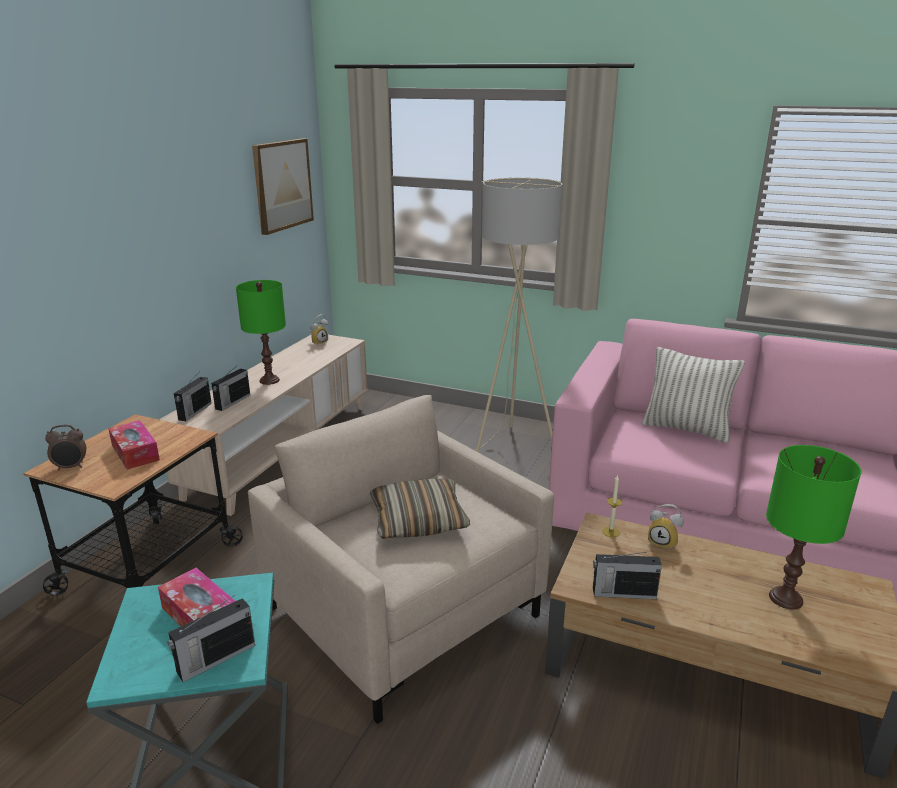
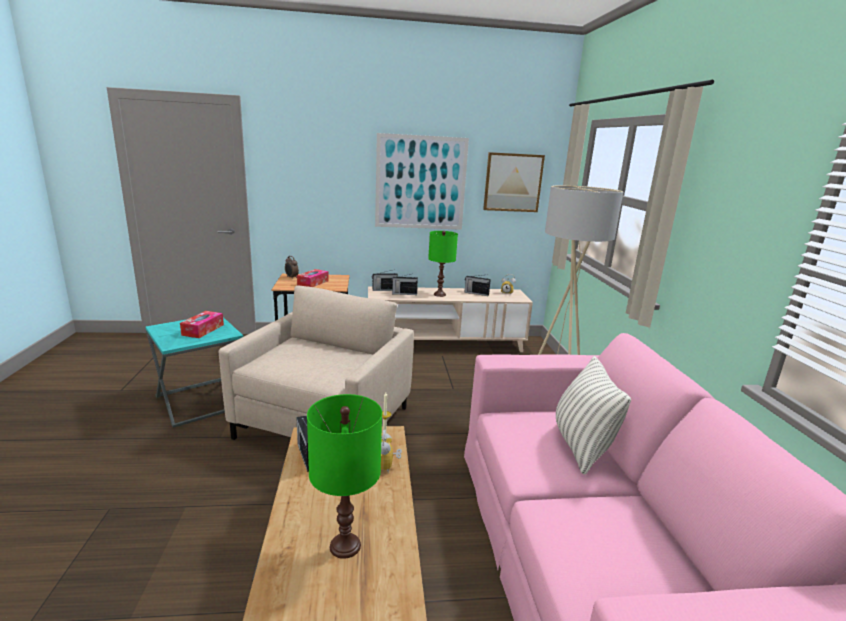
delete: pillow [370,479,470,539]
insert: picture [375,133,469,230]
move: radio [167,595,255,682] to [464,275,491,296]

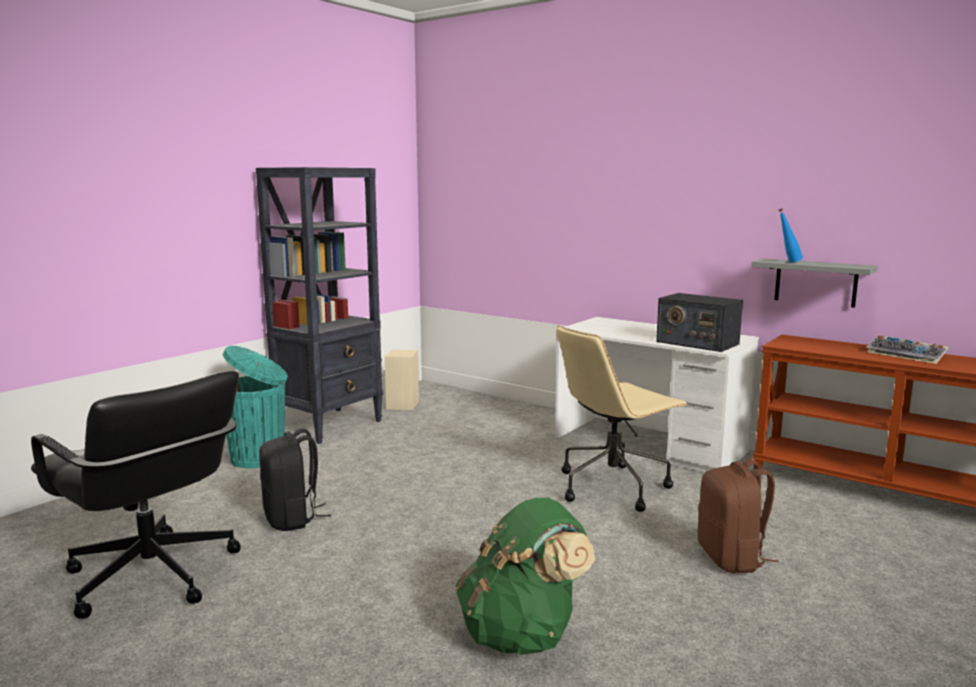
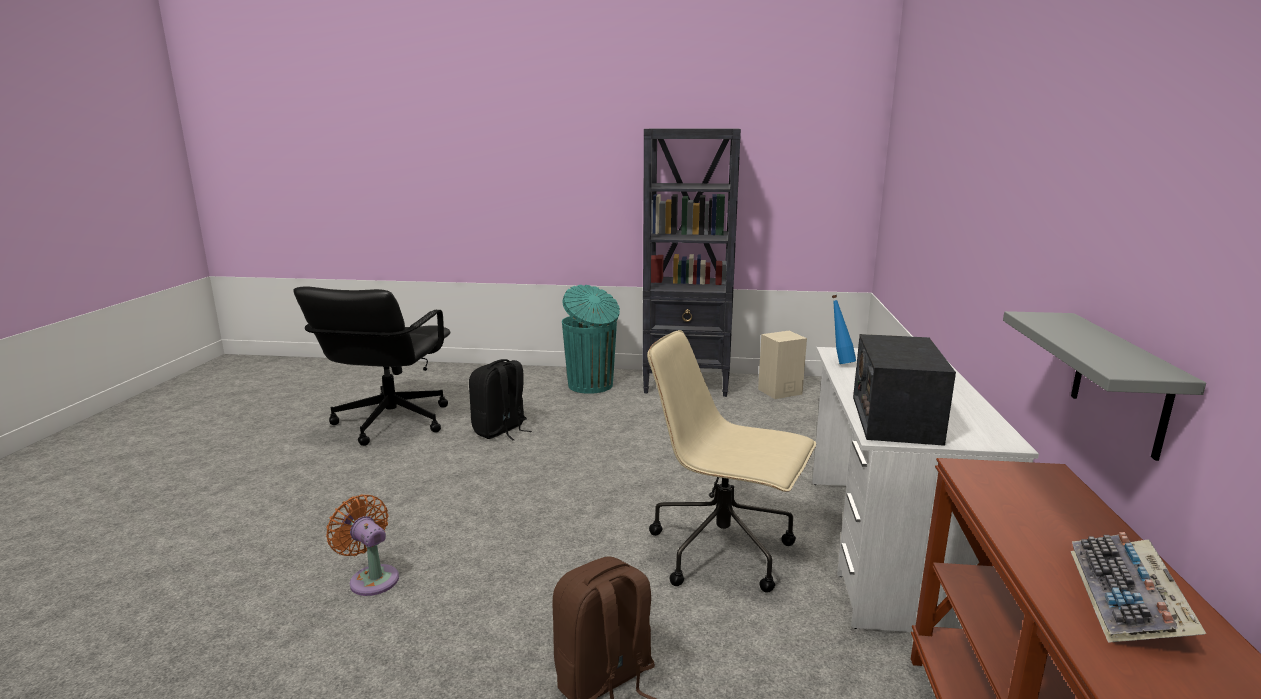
move: bottle (blue) [779,208,803,263] to [832,295,856,364]
replace: backpack (green) [456,498,595,655] to fan (orange) [326,494,399,596]

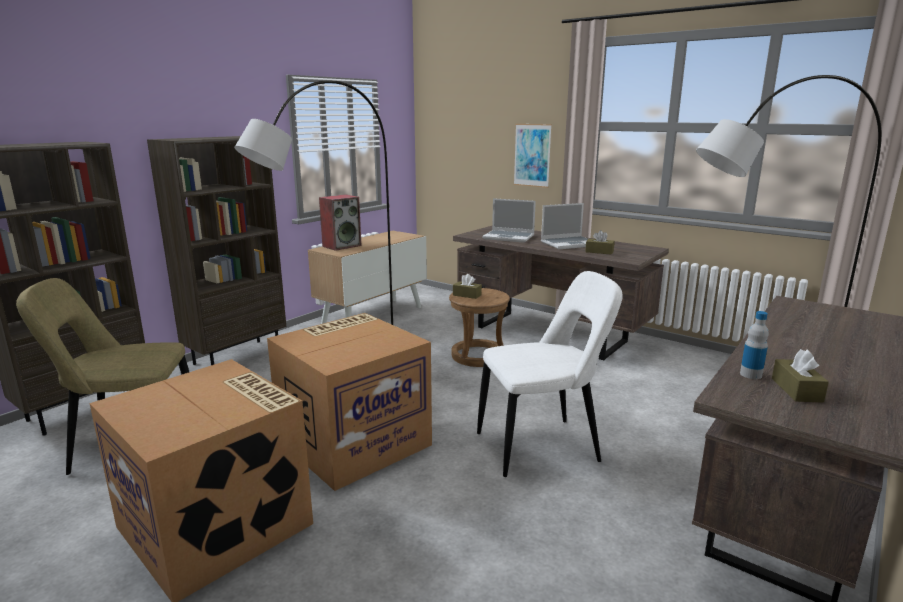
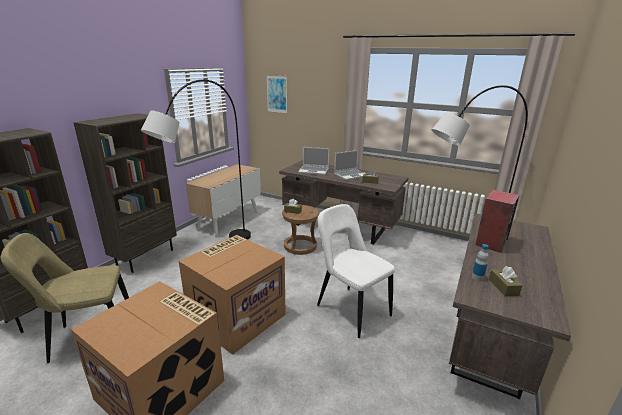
move: speaker [319,194,362,251] to [475,190,520,253]; picture [514,124,552,188] to [266,75,287,114]
rotate: chair (white) [477,271,623,477] = [317,204,395,338] 105 degrees counterclockwise

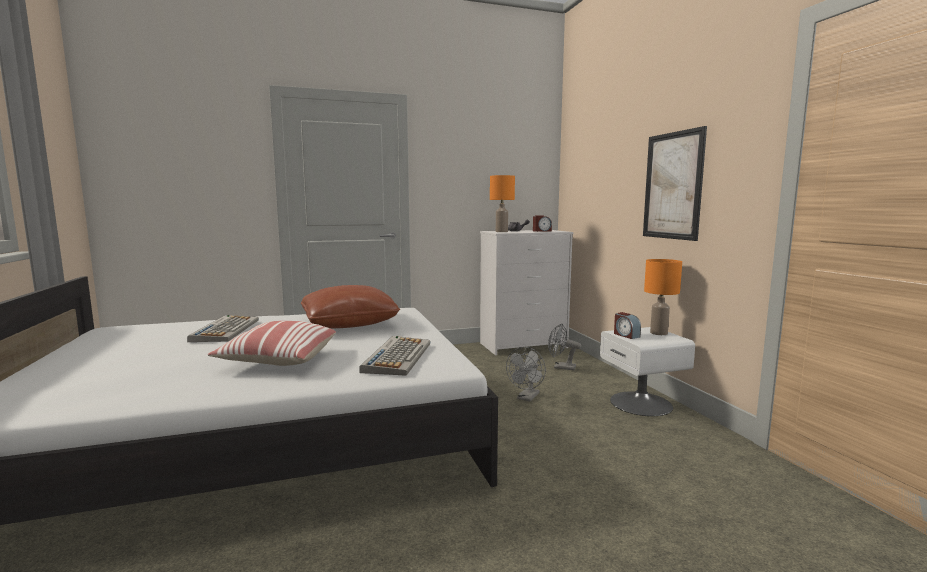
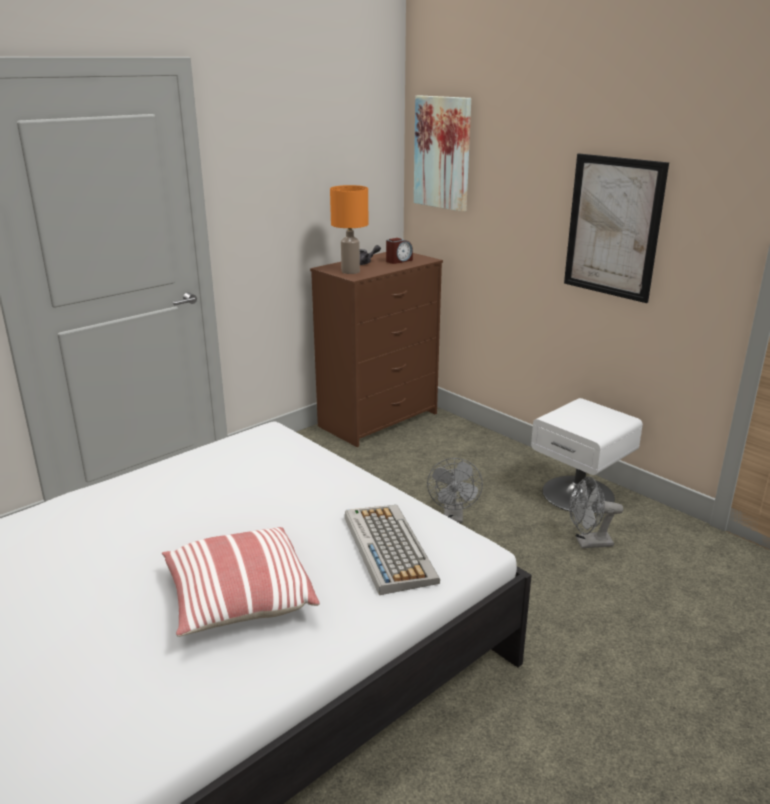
delete: keyboard [187,315,259,342]; pillow (brown) [301,285,400,328]; alarm clock [614,312,641,339]; table lamp (orange) [644,259,682,335]
insert: picture [414,95,471,212]
move: fan (grey) [548,323,581,370] to [569,476,623,548]
recolor: dresser (white) [480,230,573,355] to dresser (brown) [310,252,443,447]

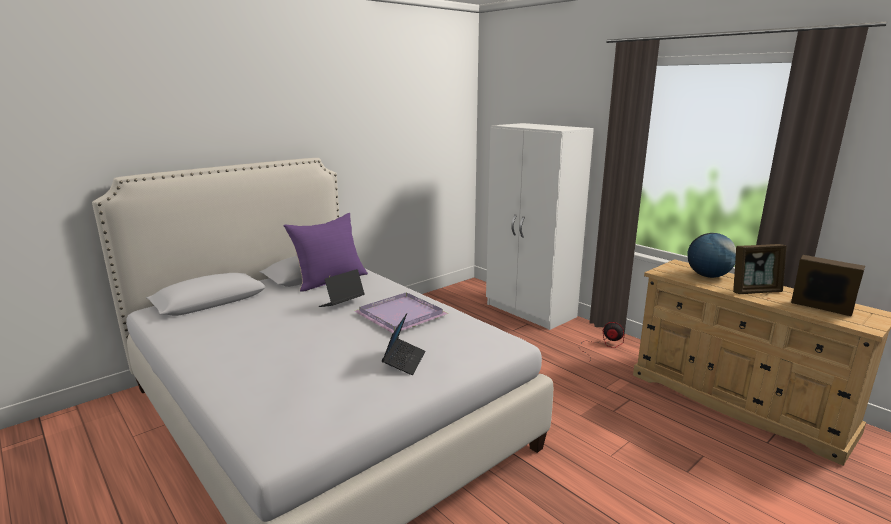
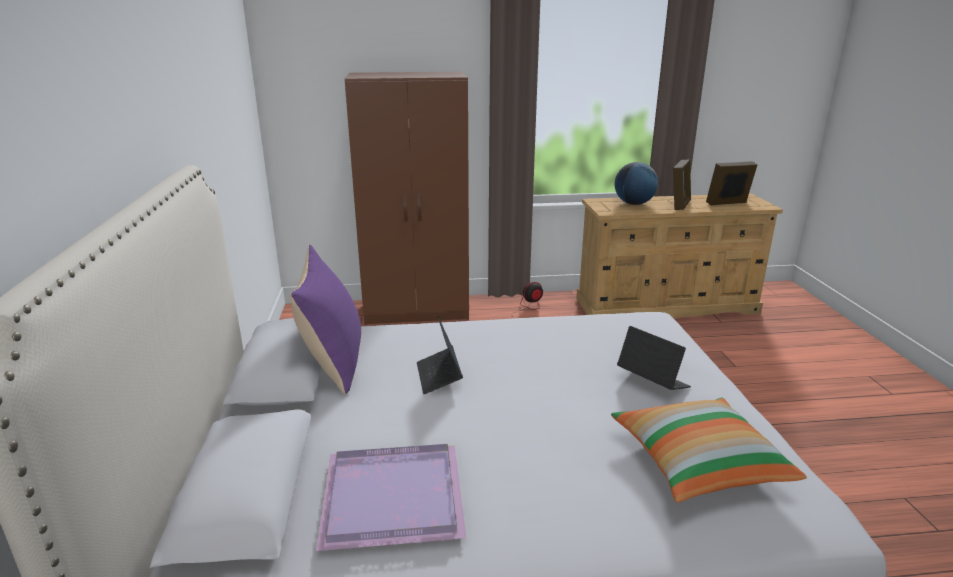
insert: pillow [611,397,807,502]
move: tray (purple) [354,292,449,333] to [316,444,466,551]
recolor: wardrobe (white) [486,123,594,330] to wardrobe (brown) [345,72,469,325]

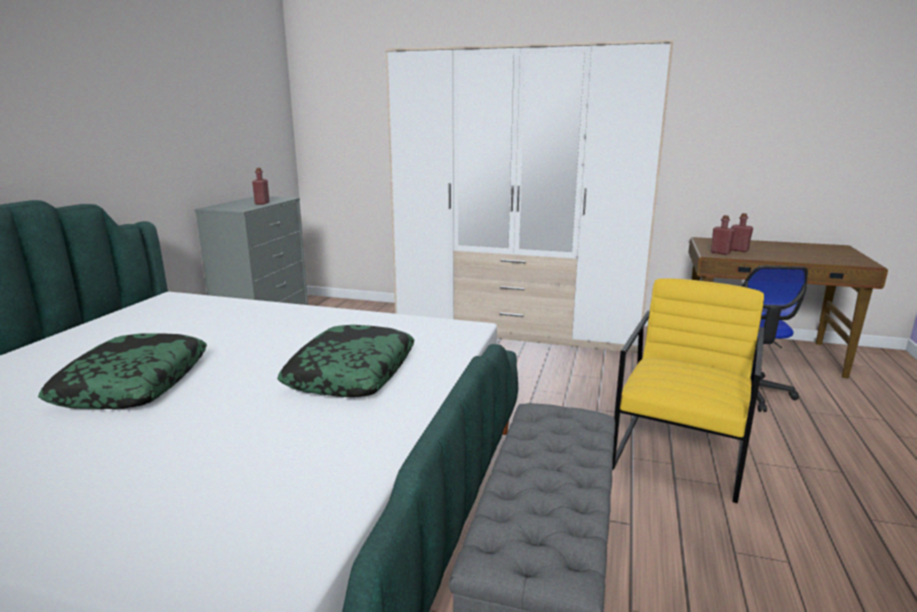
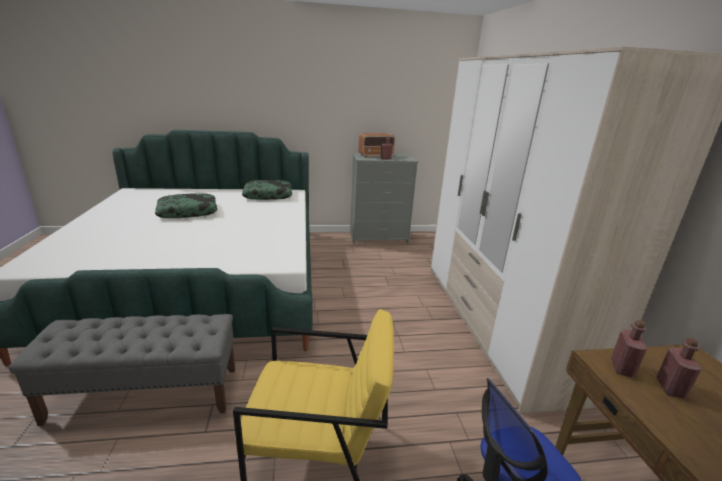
insert: radio [358,133,395,157]
move: pillow [277,325,415,397] to [242,180,292,200]

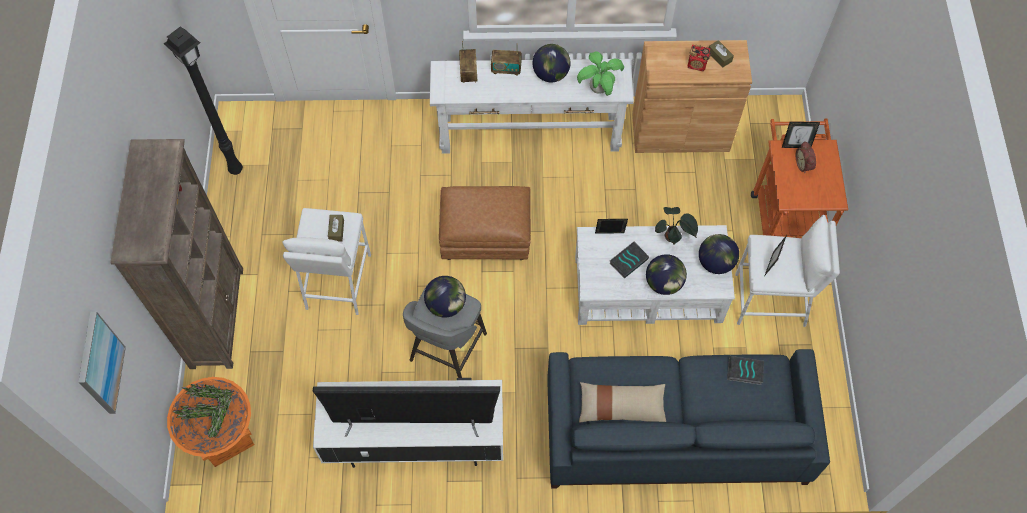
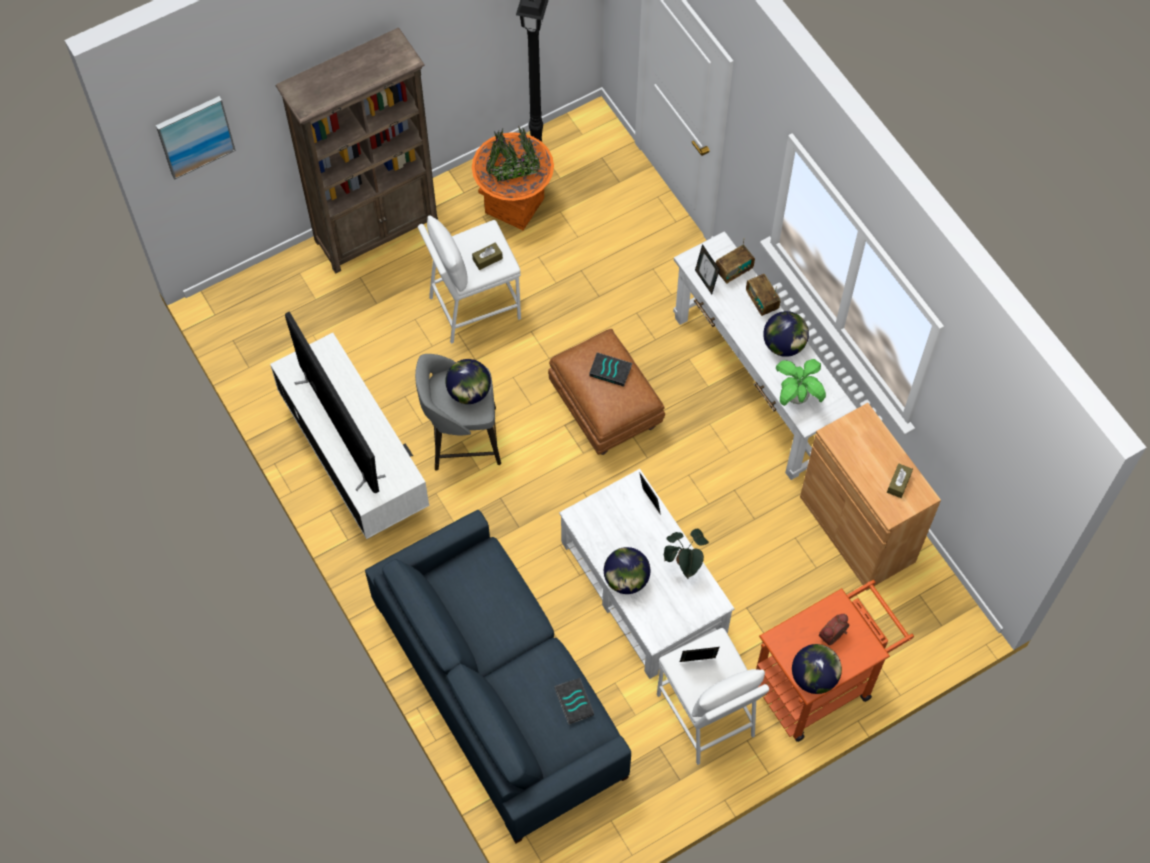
delete: pillow (beige) [579,382,666,423]; radio [688,45,711,71]
move: planter (orange) [167,377,254,467] to [472,126,554,230]; book [610,241,649,278] to [589,352,632,387]; globe [699,234,739,274] to [792,644,842,694]; picture frame [782,122,820,148] to [695,244,720,295]

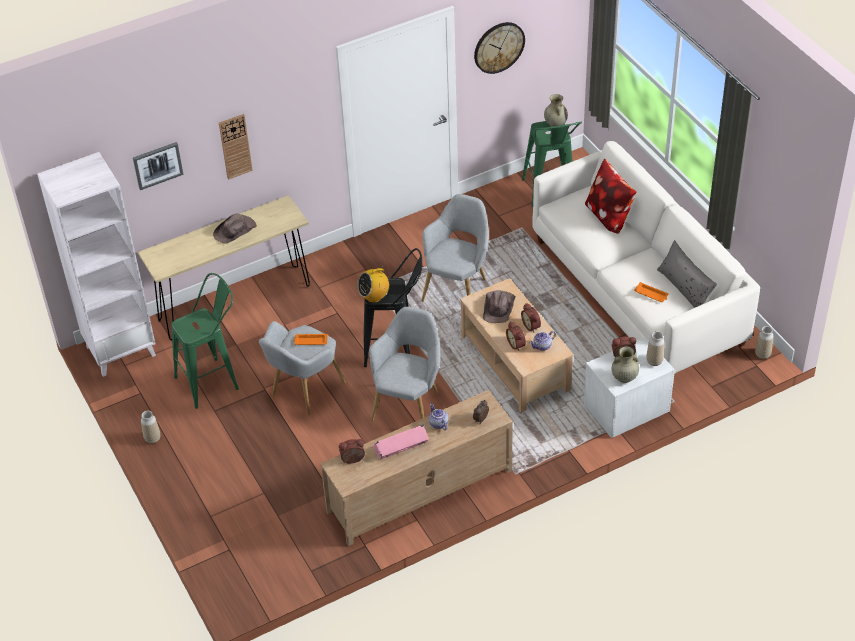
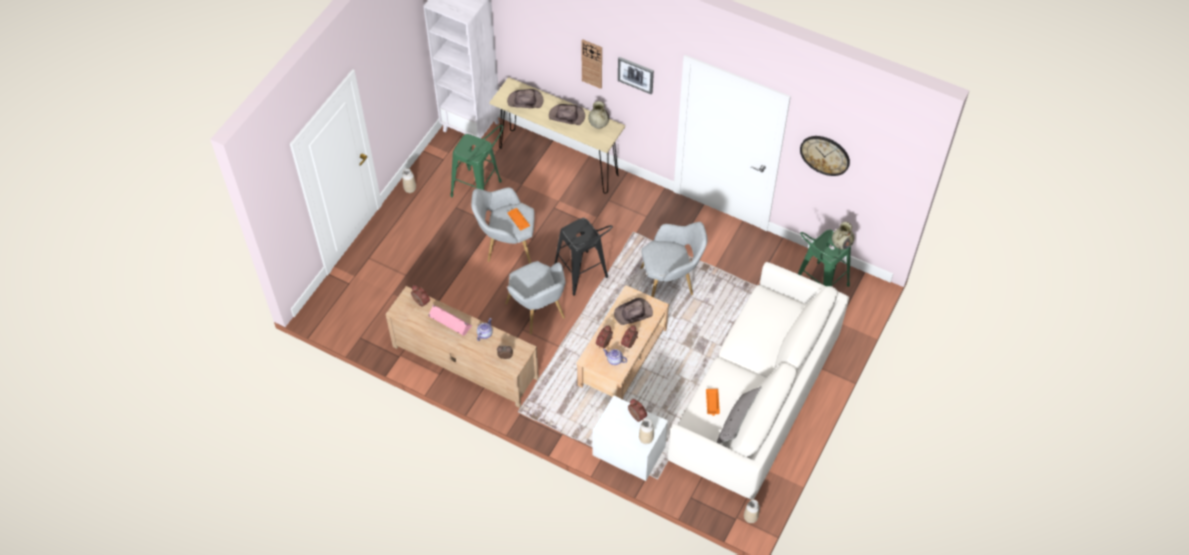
delete: radio [357,267,389,303]; pillow [585,159,637,234]
insert: hat (brown) [507,89,544,108]
move: picture [133,142,184,190] to [618,57,654,94]; vase (beige) [612,347,639,383] to [588,101,609,129]
rotate: armchair (grey) [369,307,440,422] = [505,261,565,335] 75 degrees clockwise

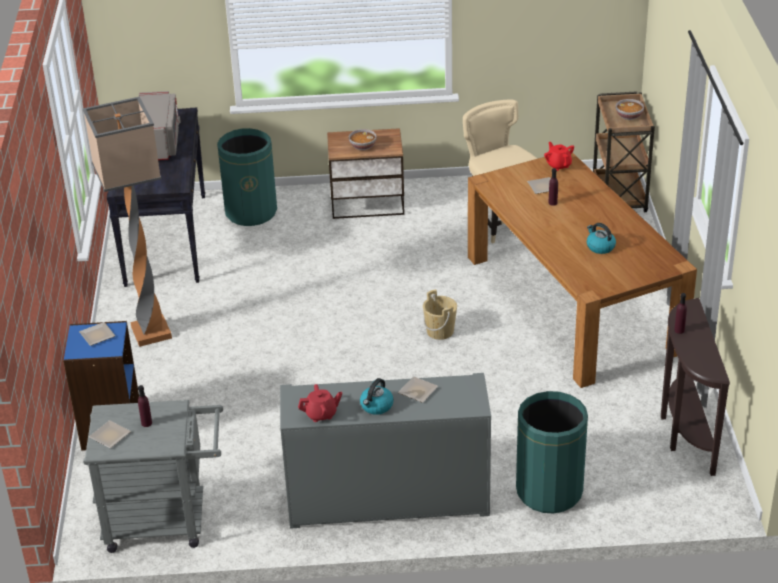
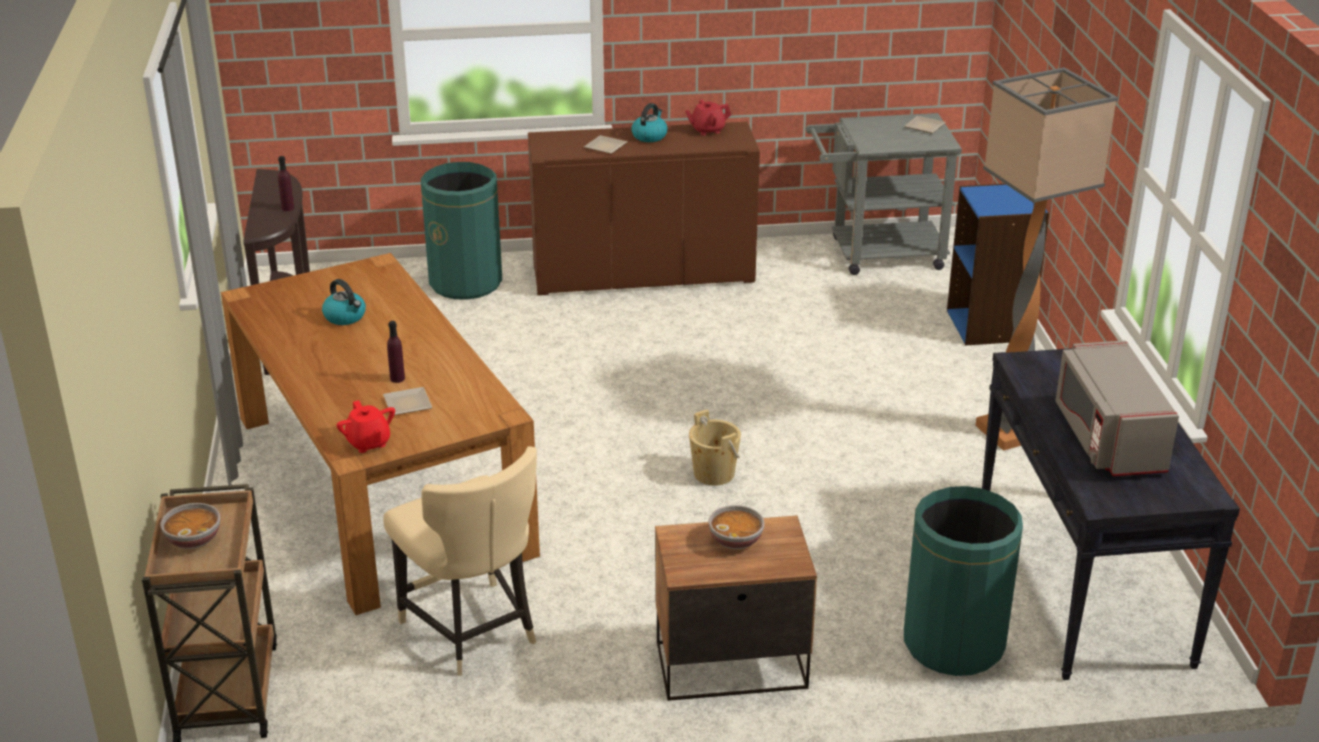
delete: plate [79,322,115,346]; bottle (purple) [138,385,152,427]
move: bucket (beige) [423,289,457,340] to [689,410,741,486]
recolor: cabinet (grey) [280,373,491,529] to cabinet (brown) [528,122,760,295]

